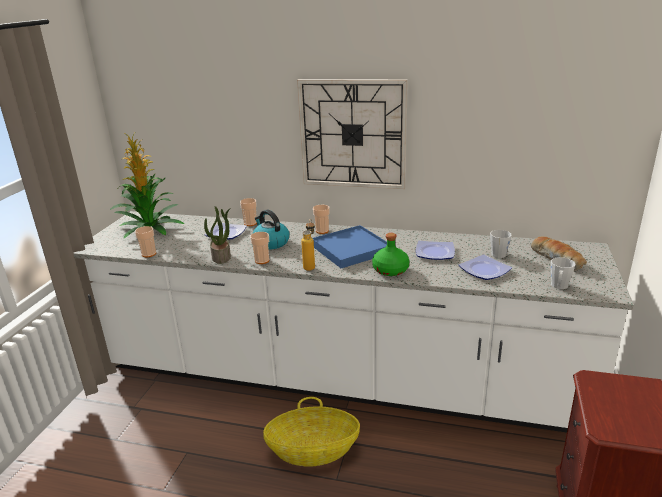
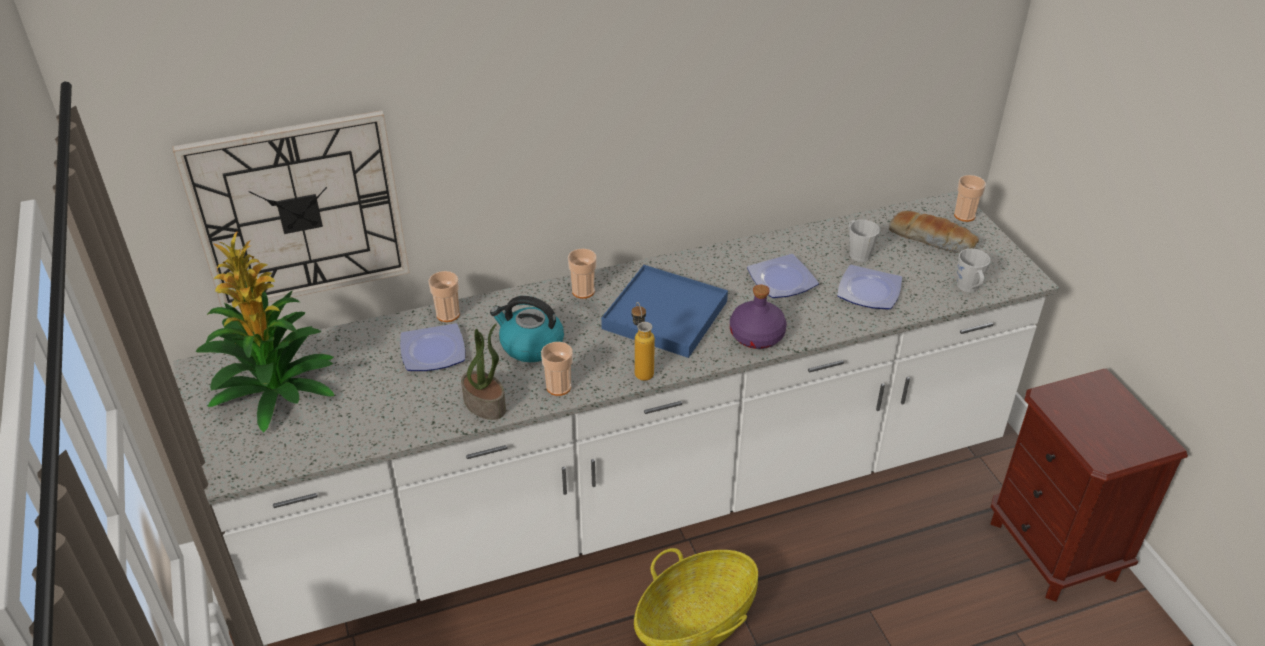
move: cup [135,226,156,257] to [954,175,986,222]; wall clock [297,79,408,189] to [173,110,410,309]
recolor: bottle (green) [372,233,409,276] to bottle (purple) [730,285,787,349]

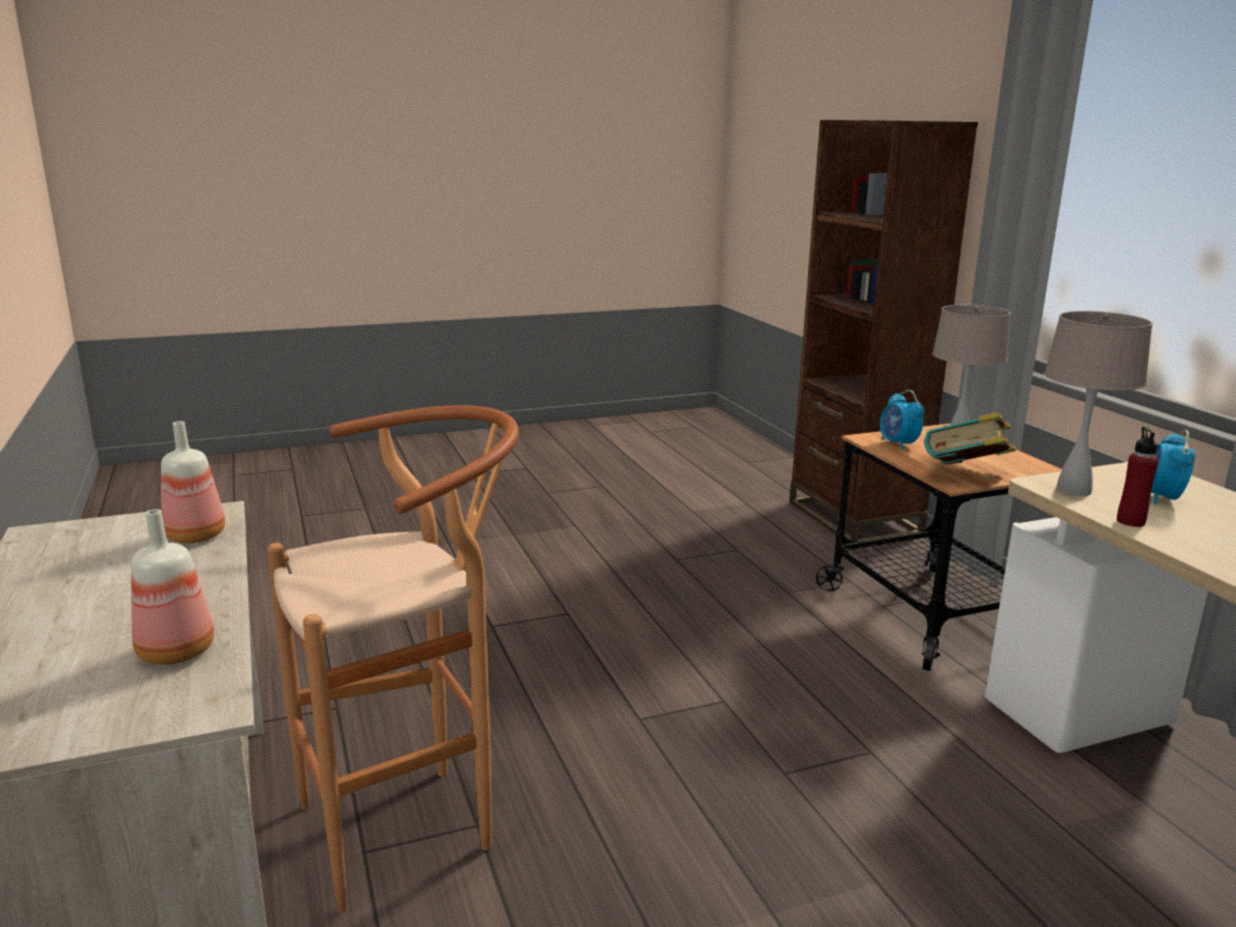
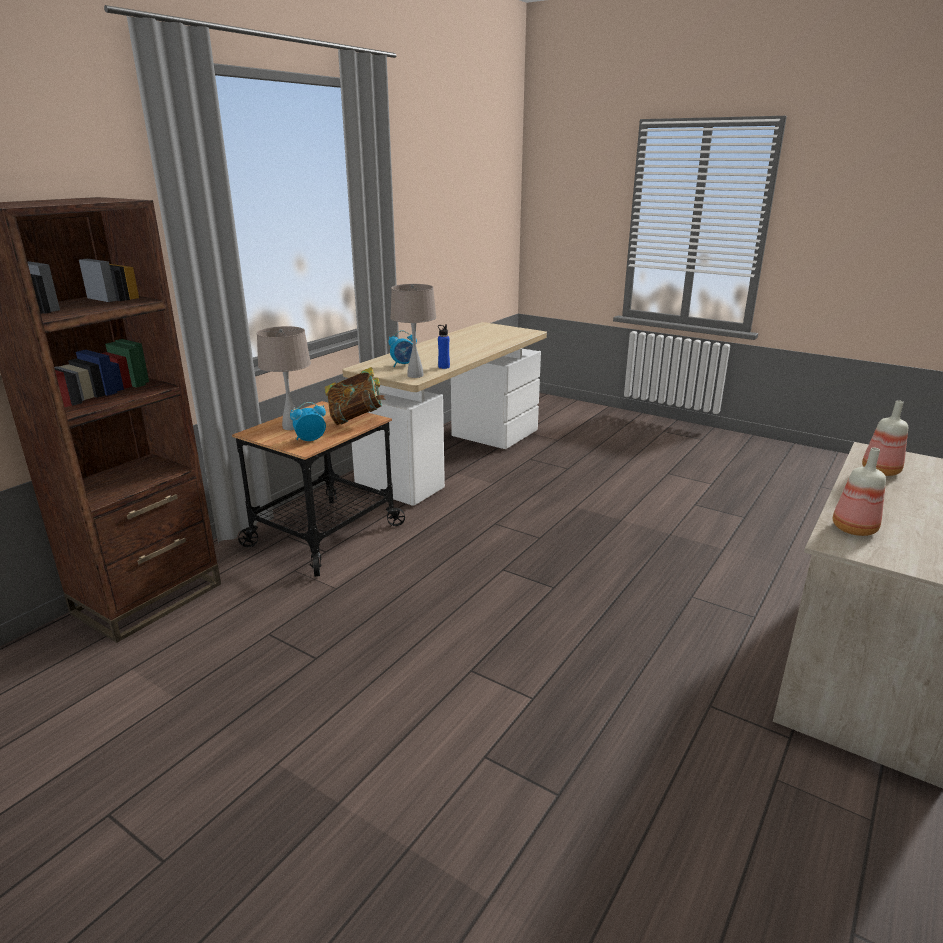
delete: stool (brown) [267,405,519,913]
recolor: bottle (red) [1117,427,1159,527] to bottle (blue) [438,324,450,369]
rotate: alarm clock [880,390,924,450] = [290,402,326,441] 150 degrees counterclockwise

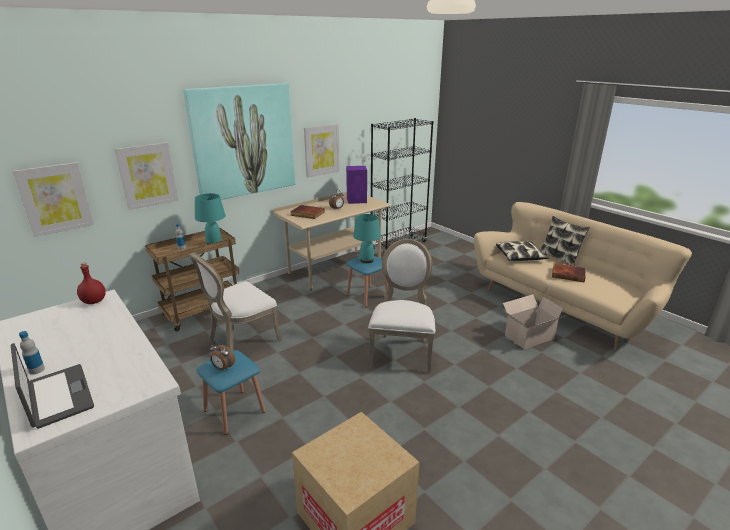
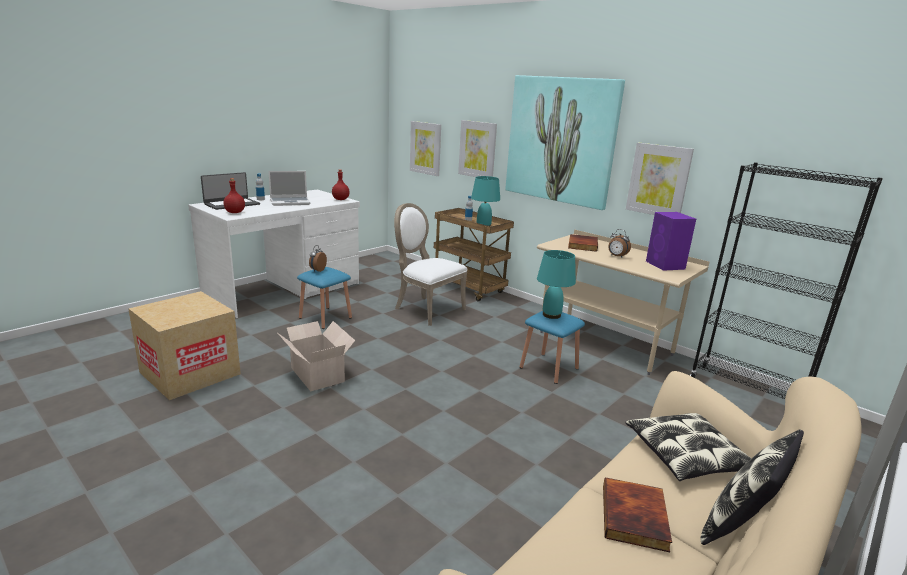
delete: chair (white) [368,239,435,373]
insert: bottle (red) [223,178,245,213]; laptop [268,171,311,206]
move: cardboard box [503,294,567,349] to [278,321,355,391]

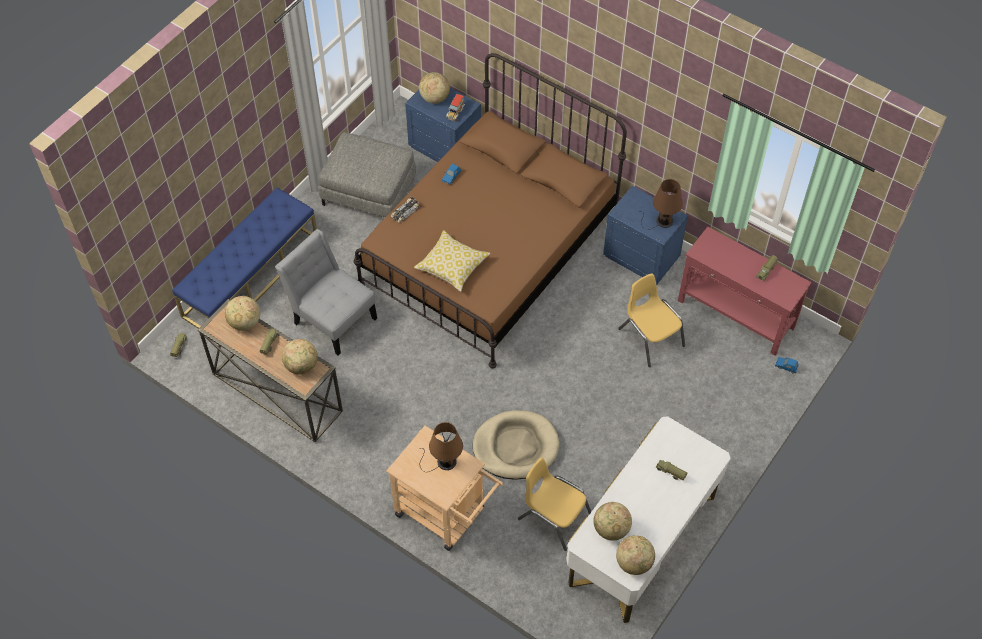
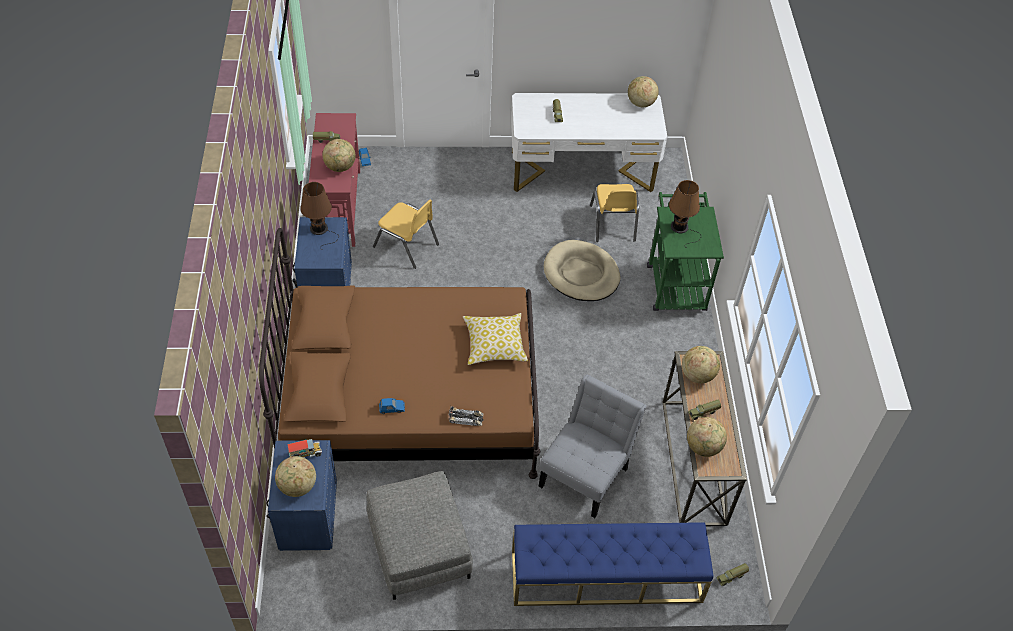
move: globe [593,502,632,541] to [322,139,356,172]
recolor: cart (beige) [386,426,503,551] to cart (green) [647,192,724,311]
rotate: chair (grey) [275,229,377,356] = [538,374,646,518] 150 degrees counterclockwise; chair (yellow) [618,273,685,367] = [373,200,439,269] 75 degrees counterclockwise

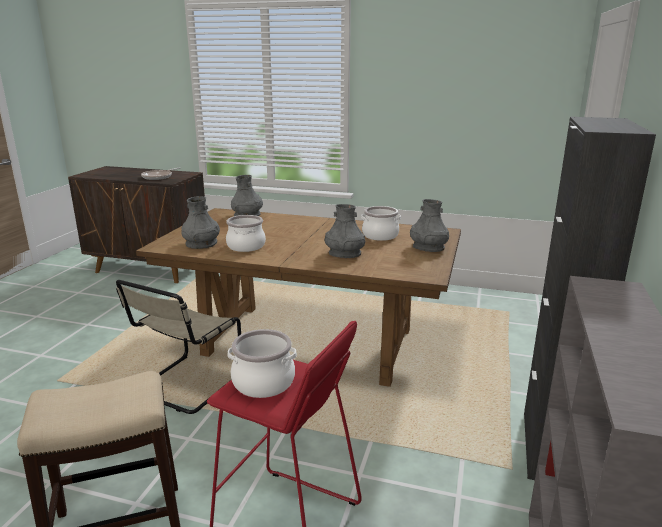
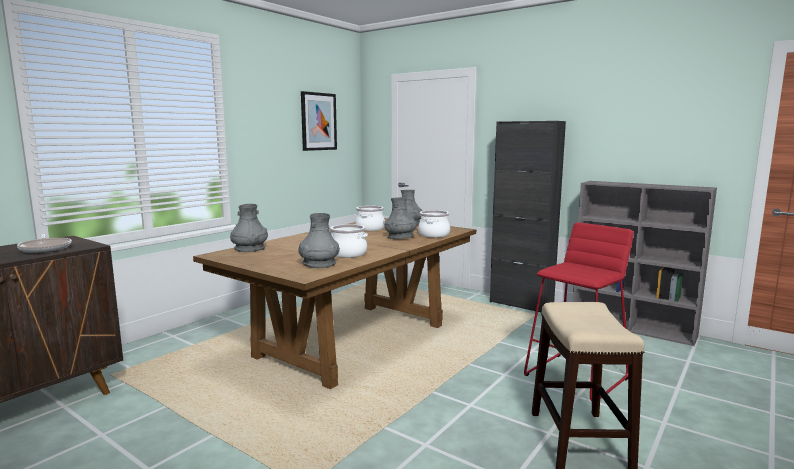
delete: chair (beige) [116,280,241,414]
insert: picture [301,91,337,151]
move: cooking pot [228,329,297,398] to [418,210,450,238]

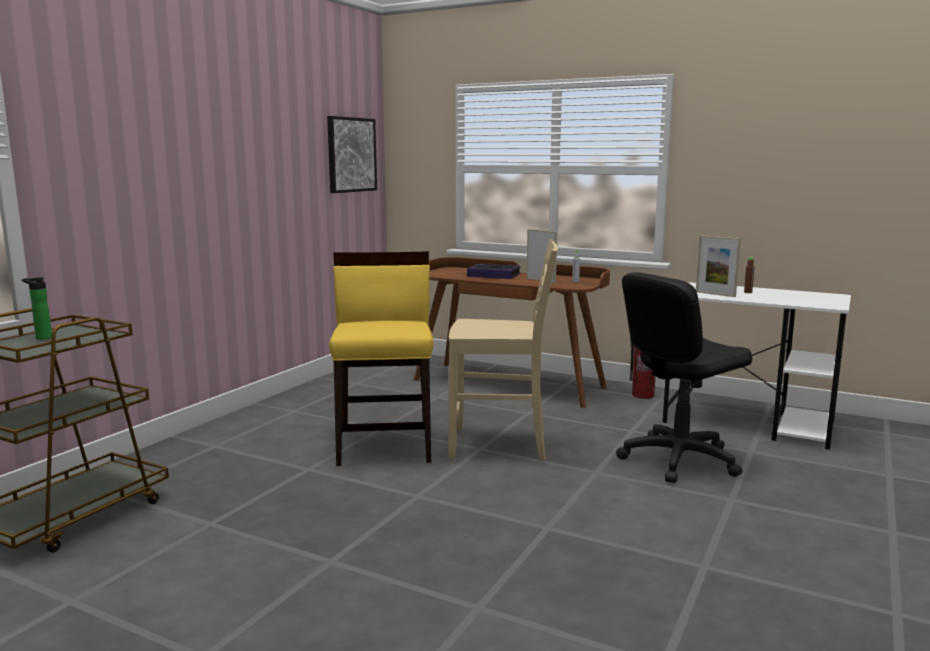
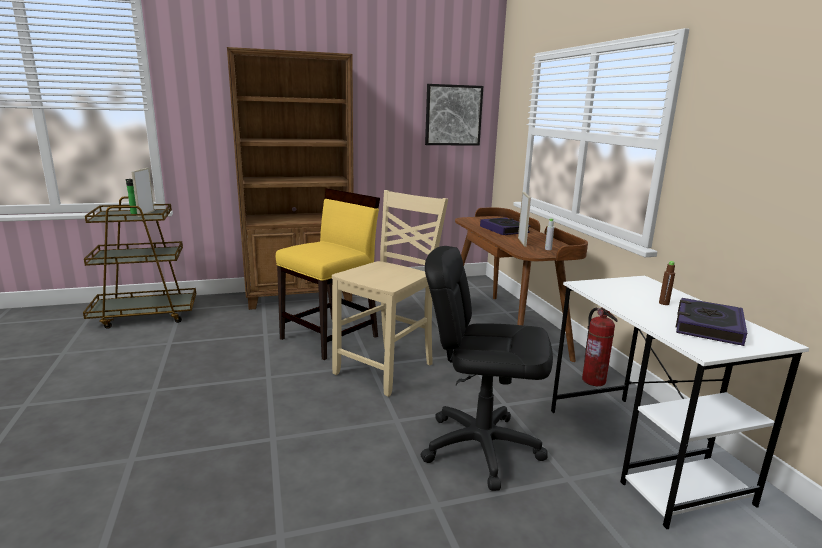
insert: bookcase (brown) [227,47,354,310]; book [676,298,747,346]
move: picture frame [696,235,741,297] to [131,168,154,217]
rotate: chair (beige) [448,239,558,461] = [332,190,448,397] 105 degrees counterclockwise

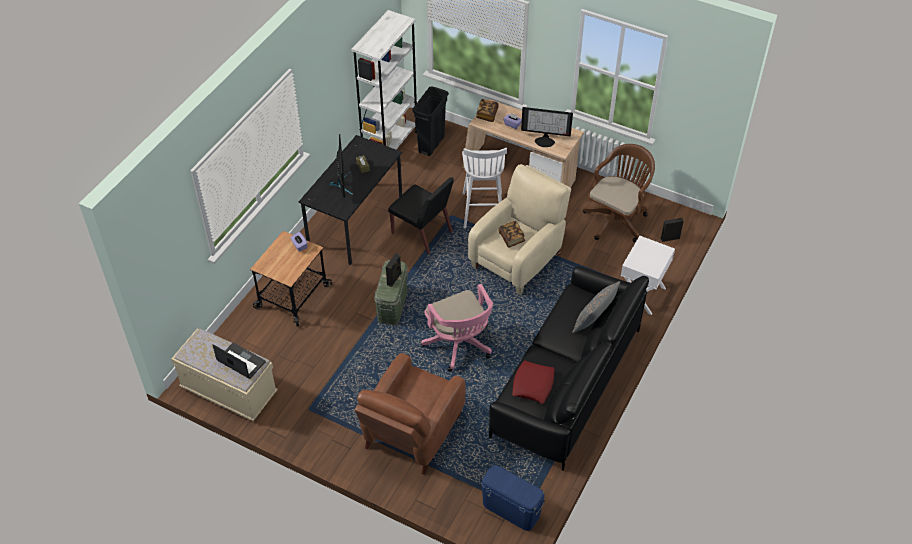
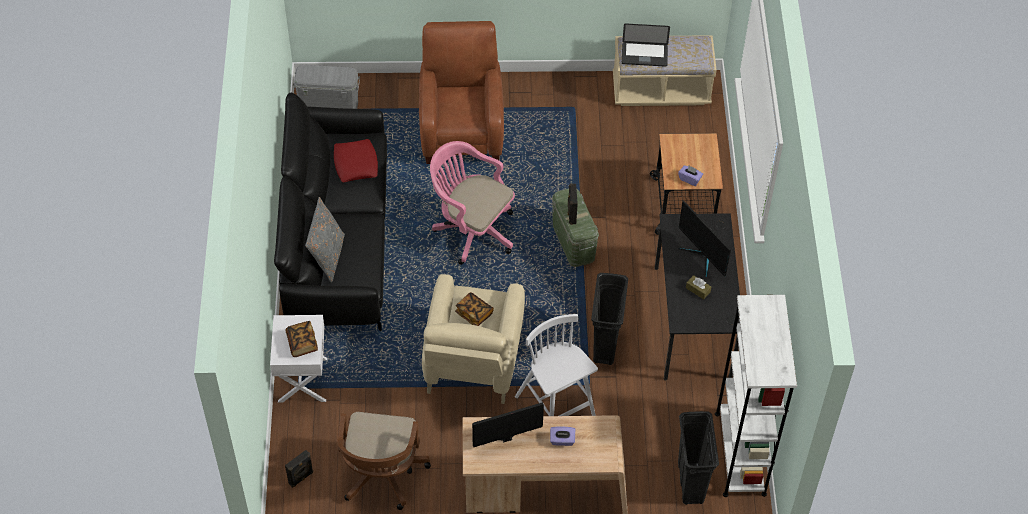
move: book [476,99,499,122] to [286,321,318,357]
replace: chair (black) [388,177,454,254] to trash can (black) [591,273,628,365]
recolor: storage box (blue) [481,465,545,531] to storage box (grey) [293,65,360,109]

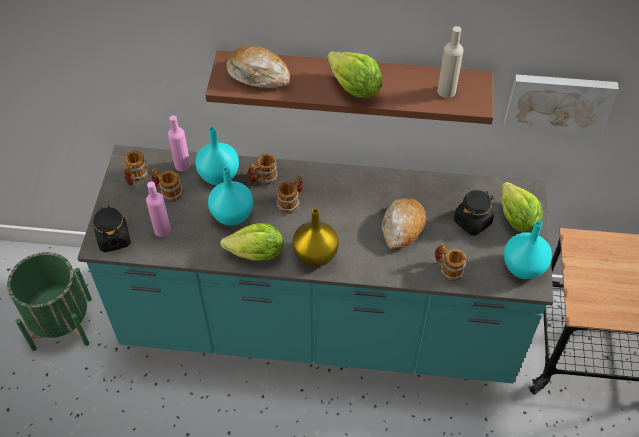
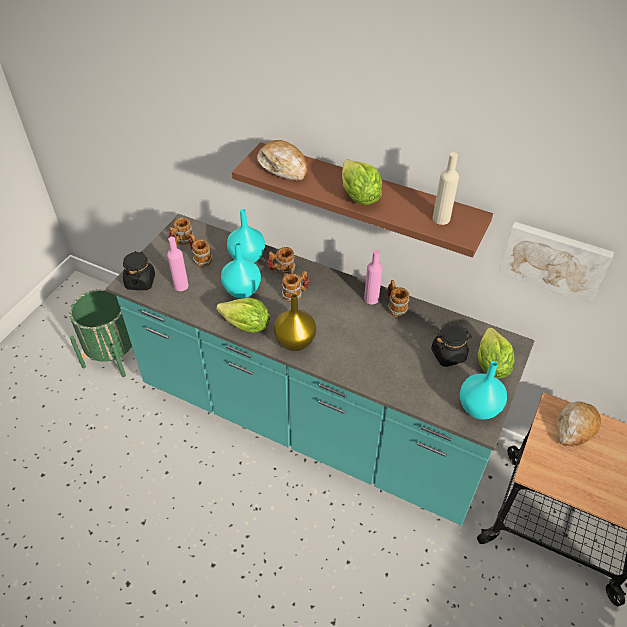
move: bottle (pink) [168,115,190,171] to [364,250,383,304]; bread [382,198,426,250] to [557,402,601,446]; mug [435,243,466,282] to [387,280,410,317]

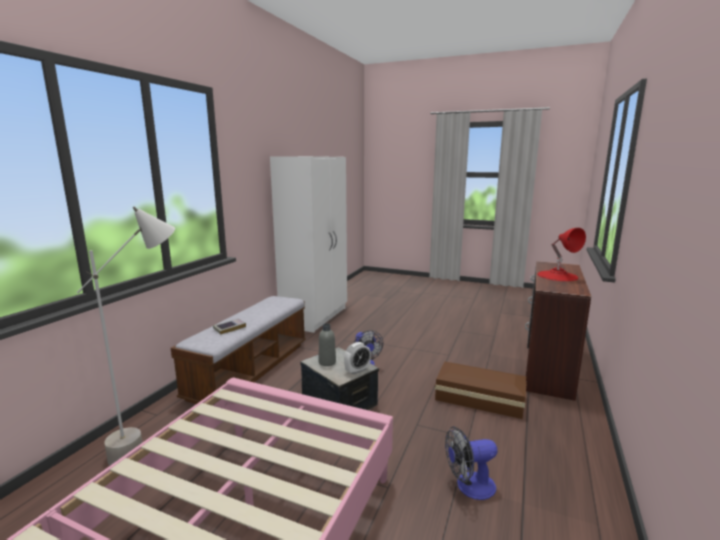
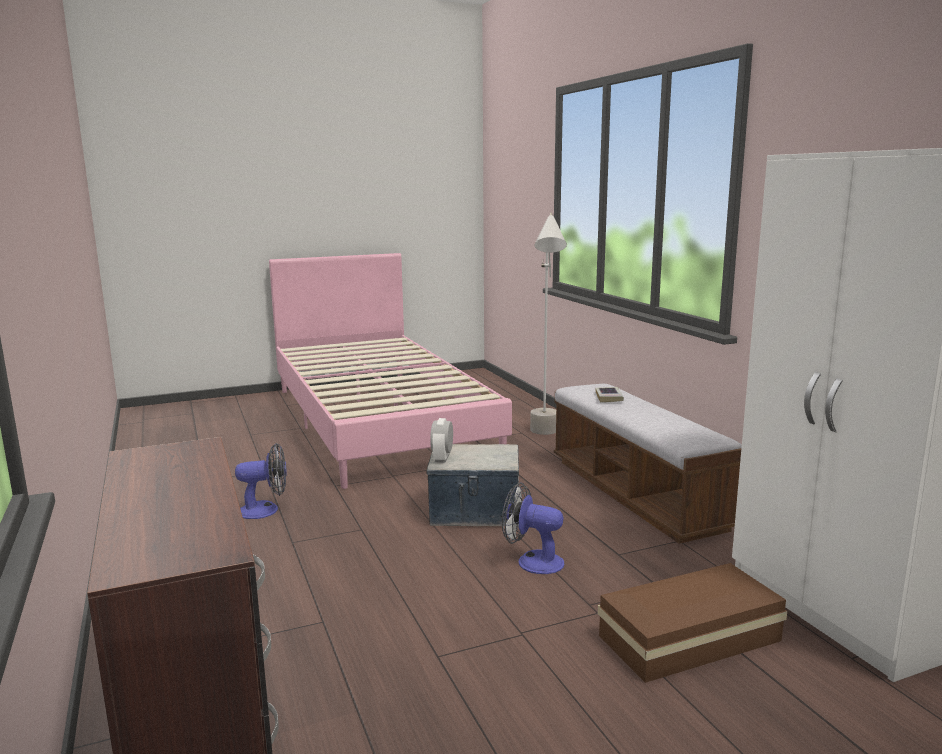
delete: bottle (grey) [319,324,336,366]; table lamp (red) [537,228,586,281]
move: storage box (brown) [435,361,527,419] to [598,563,787,683]
rotate: fan [445,426,497,500] = [235,443,287,519] 45 degrees clockwise

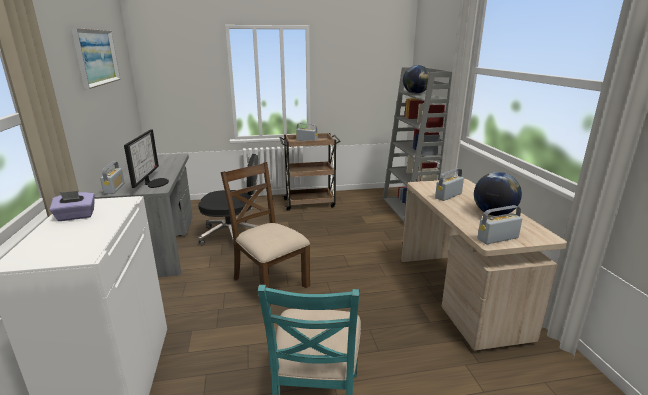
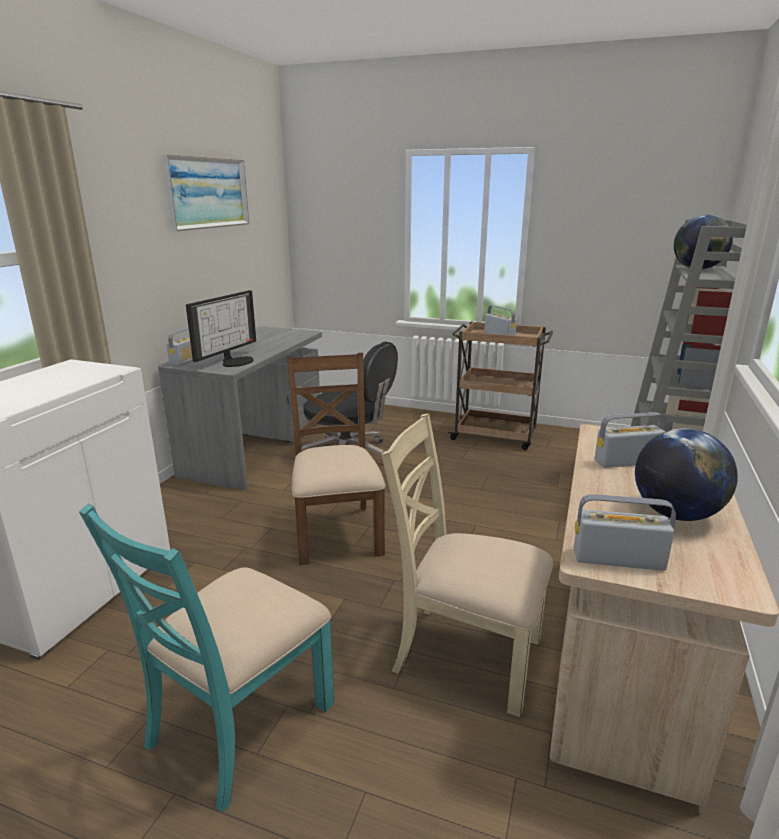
delete: tissue box (purple) [49,191,95,221]
insert: chair (beige) [381,413,553,717]

